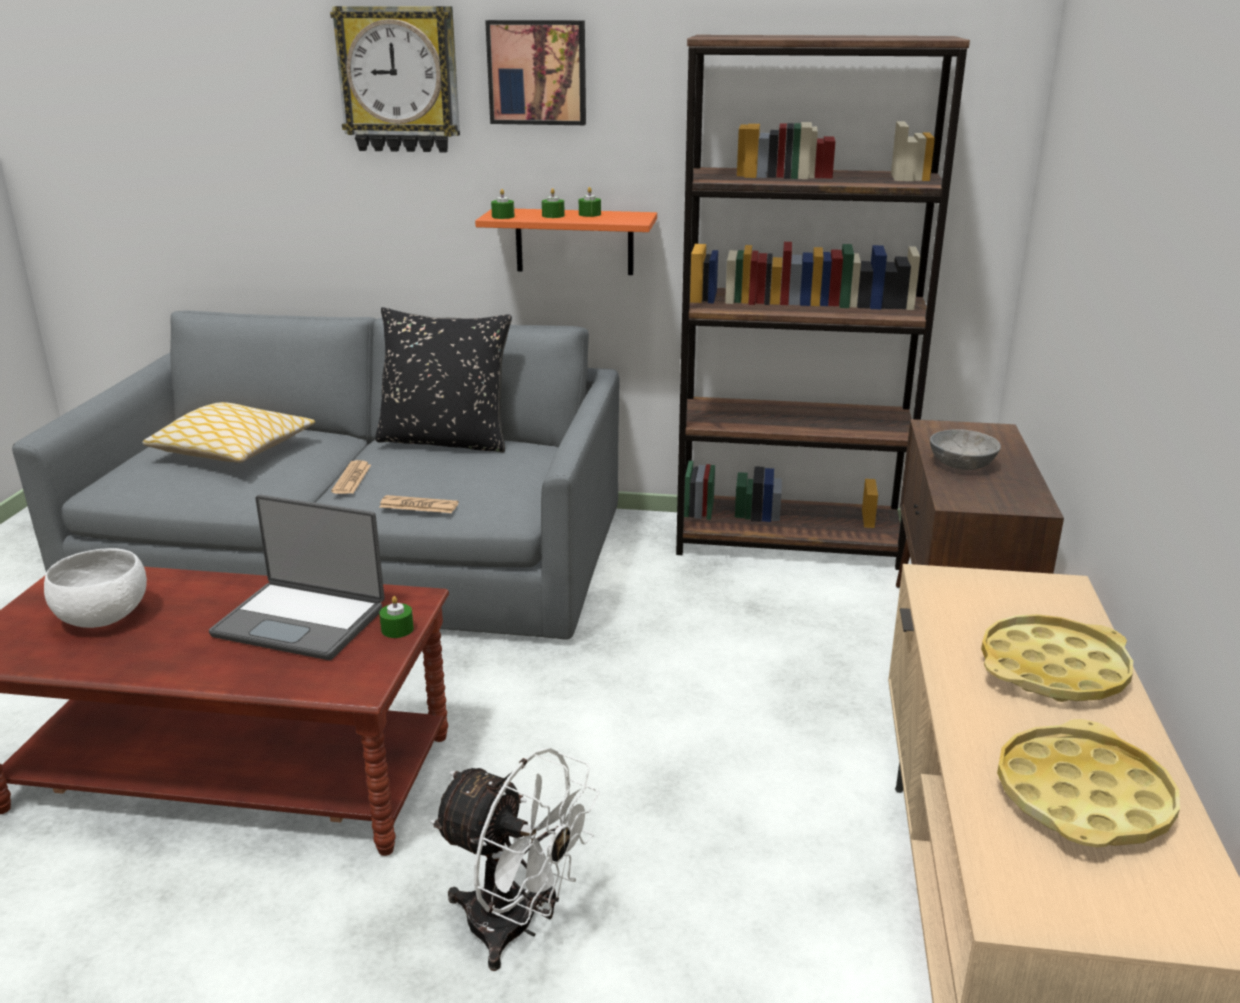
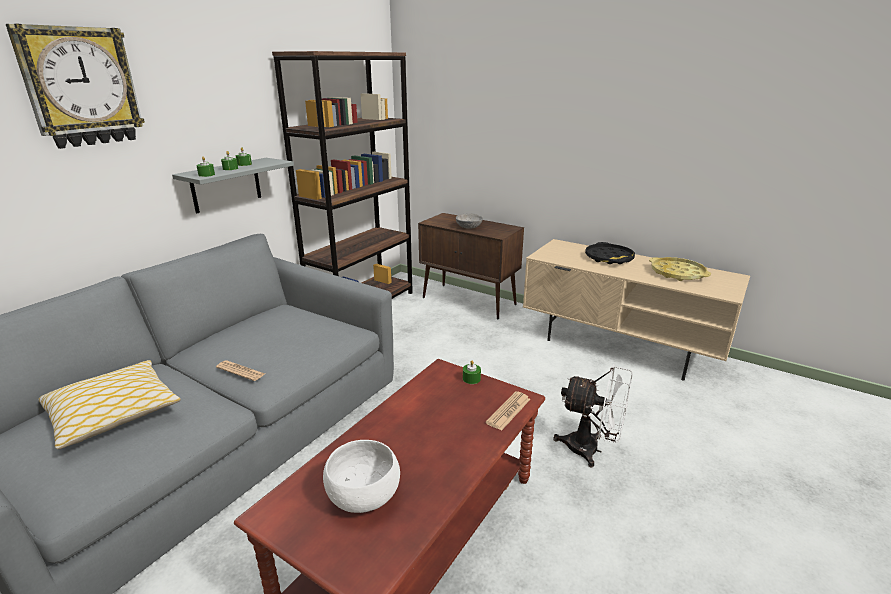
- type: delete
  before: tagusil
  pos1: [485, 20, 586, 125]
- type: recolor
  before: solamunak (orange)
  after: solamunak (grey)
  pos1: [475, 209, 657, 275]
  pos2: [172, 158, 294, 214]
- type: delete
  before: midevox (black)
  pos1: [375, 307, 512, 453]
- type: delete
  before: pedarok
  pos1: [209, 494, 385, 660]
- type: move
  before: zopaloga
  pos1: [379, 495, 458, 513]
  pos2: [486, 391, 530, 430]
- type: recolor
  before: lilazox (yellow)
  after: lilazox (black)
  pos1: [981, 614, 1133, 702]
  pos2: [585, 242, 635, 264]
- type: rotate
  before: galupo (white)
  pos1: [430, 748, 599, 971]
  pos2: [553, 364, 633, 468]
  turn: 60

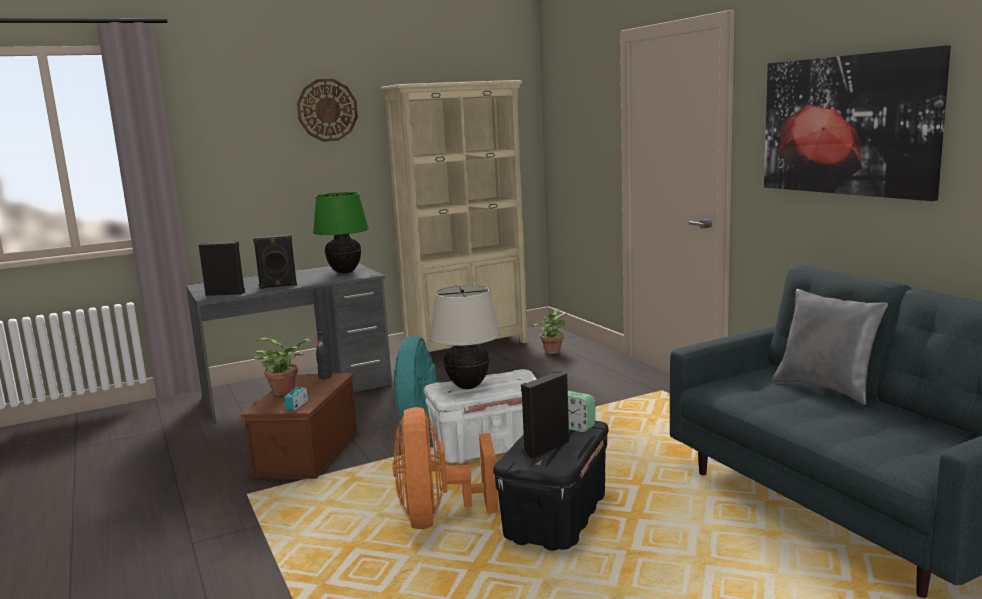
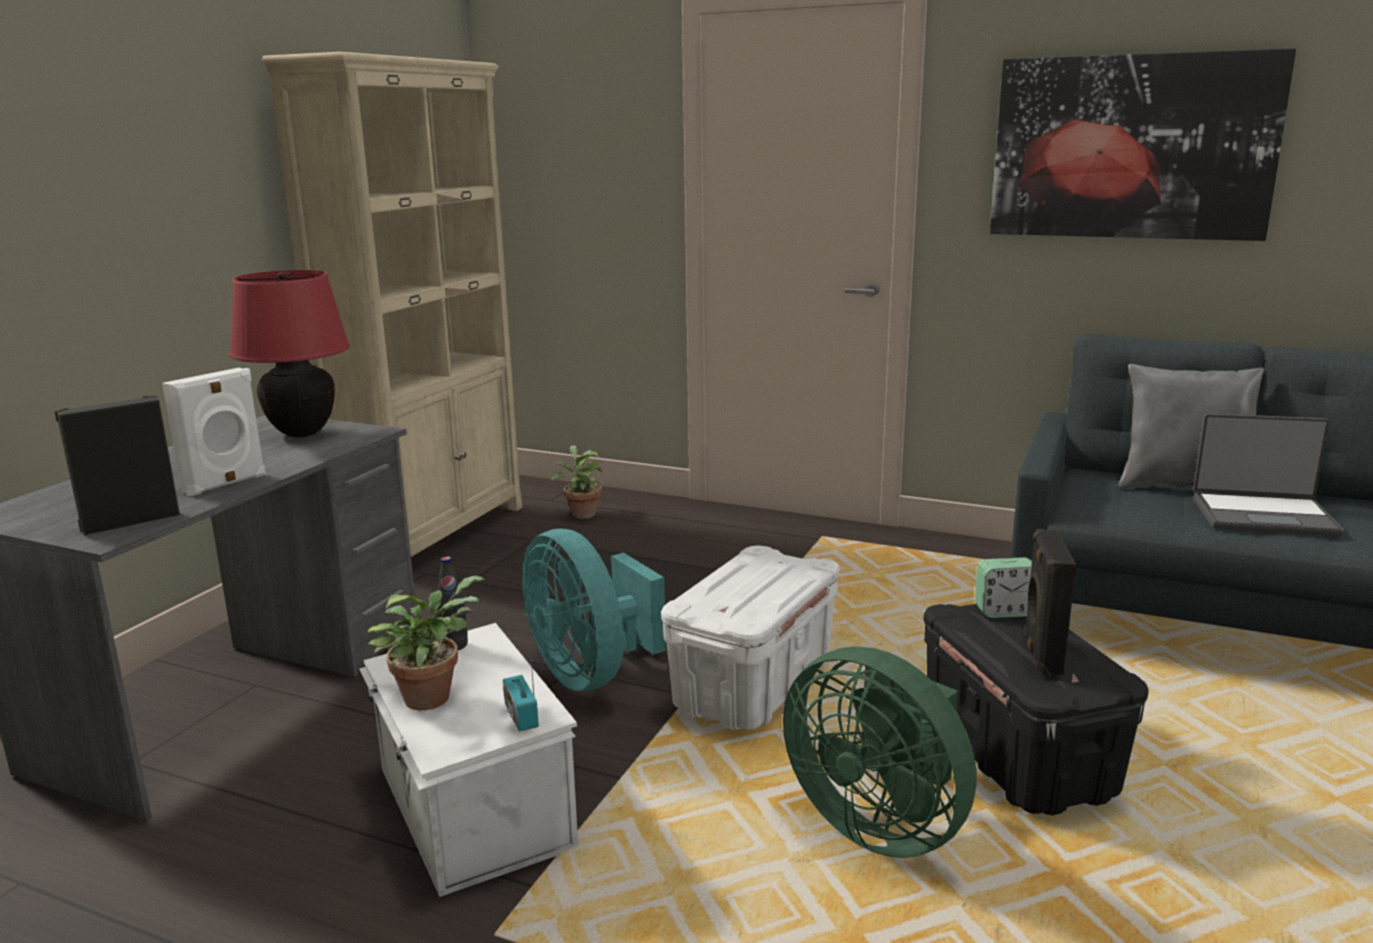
- type: delete
  before: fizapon
  pos1: [297, 79, 358, 142]
- type: recolor
  before: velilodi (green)
  after: velilodi (red)
  pos1: [313, 192, 369, 273]
  pos2: [229, 270, 350, 437]
- type: recolor
  before: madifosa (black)
  after: madifosa (white)
  pos1: [253, 235, 297, 289]
  pos2: [162, 368, 266, 496]
- type: delete
  before: velilodi (beige)
  pos1: [430, 285, 500, 389]
- type: recolor
  before: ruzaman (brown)
  after: ruzaman (white)
  pos1: [238, 373, 358, 480]
  pos2: [359, 623, 578, 897]
- type: recolor
  before: galupo (orange)
  after: galupo (green)
  pos1: [393, 407, 499, 529]
  pos2: [783, 646, 976, 858]
- type: insert
  after: pedarok
  pos2: [1193, 413, 1344, 536]

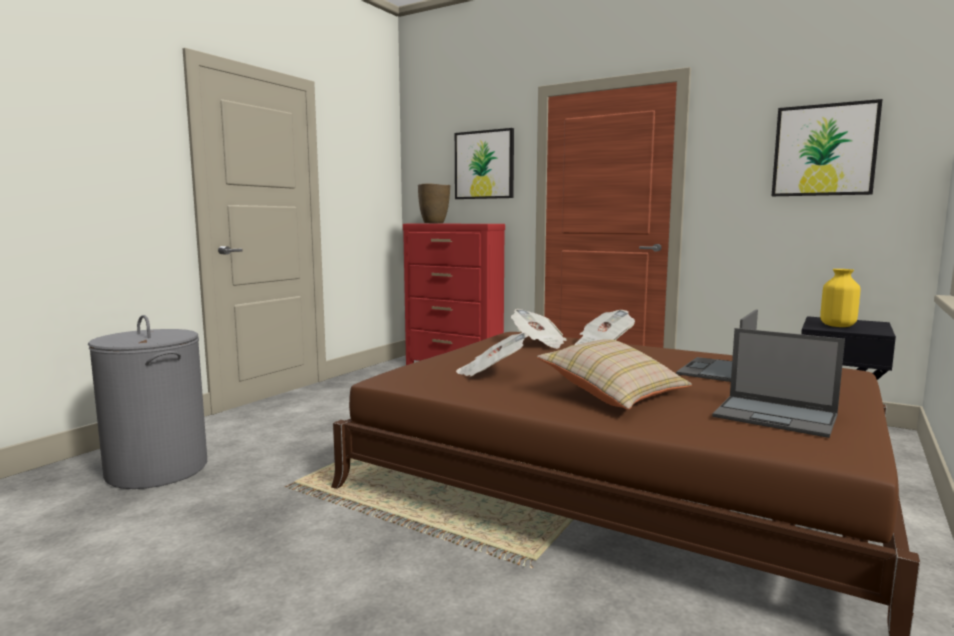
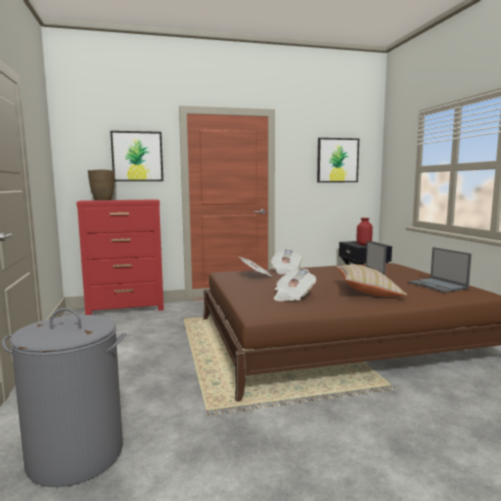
- type: recolor
  before: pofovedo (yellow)
  after: pofovedo (red)
  pos1: [820, 269, 861, 327]
  pos2: [356, 218, 373, 245]
- type: rotate
  before: pedarok
  pos1: [712, 328, 845, 438]
  pos2: [408, 247, 472, 293]
  turn: 75

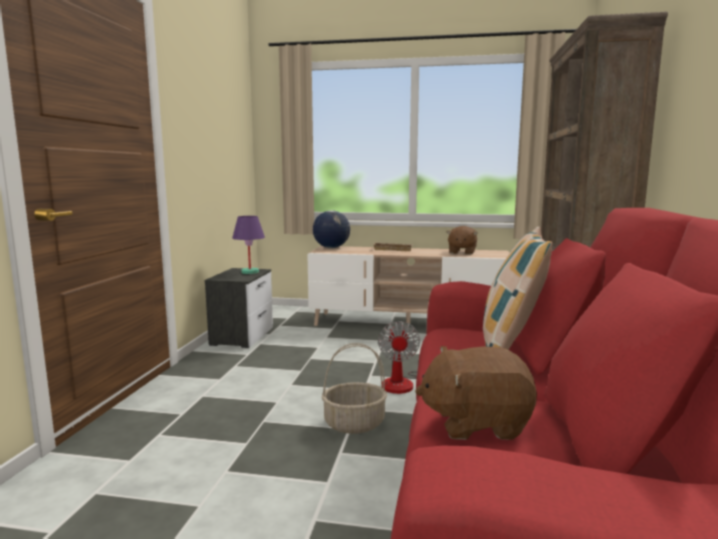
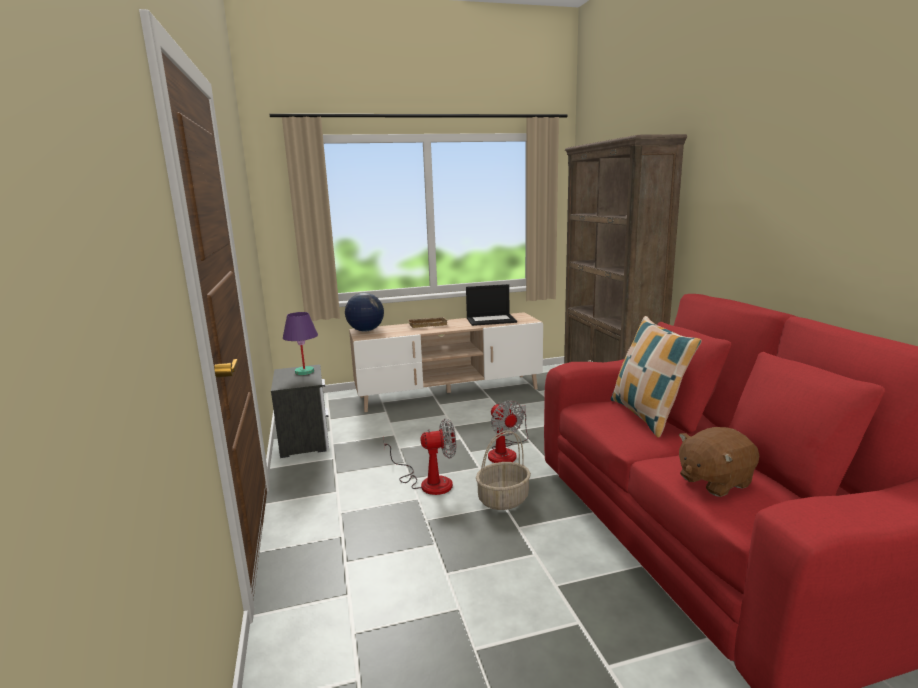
- type: replace
  before: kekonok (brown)
  after: pedarok
  pos1: [447, 226, 478, 255]
  pos2: [466, 284, 517, 326]
- type: insert
  after: galupo
  pos2: [383, 418, 456, 495]

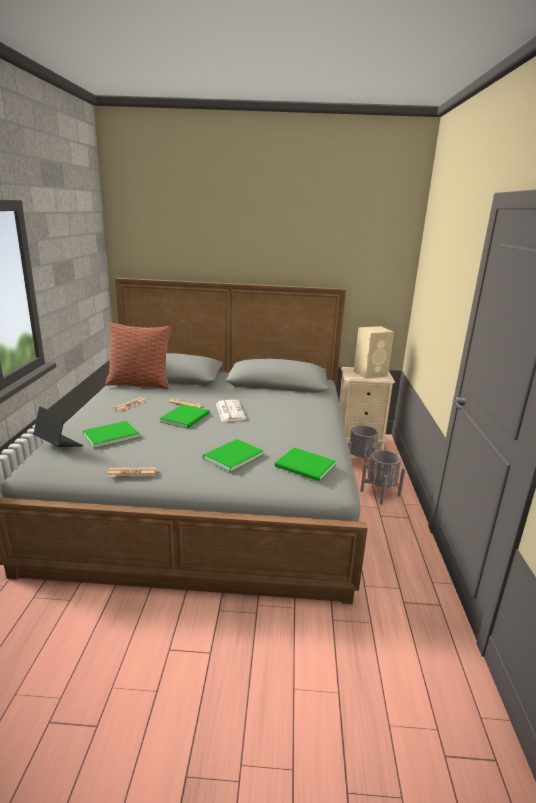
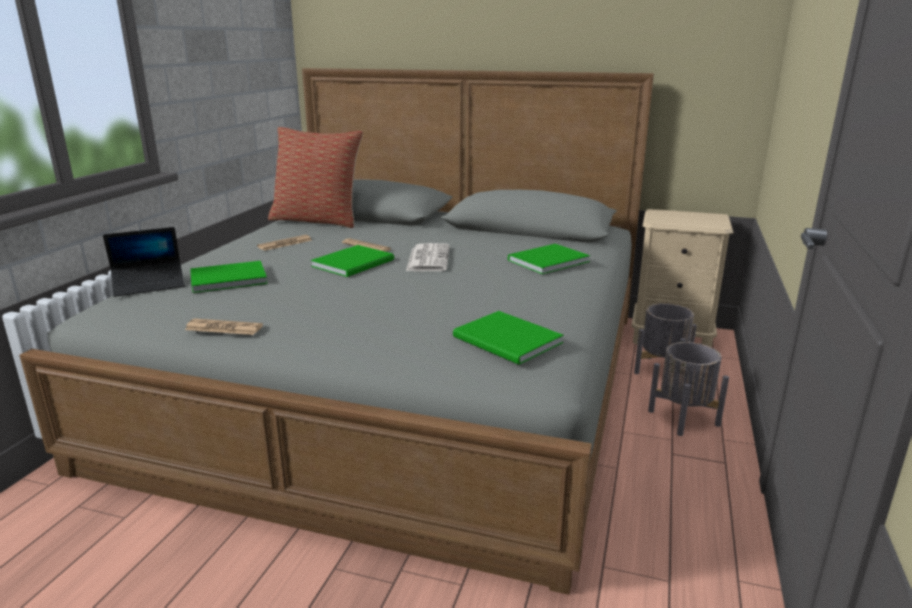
- type: delete
  before: madifosa (beige)
  pos1: [354, 326, 394, 379]
- type: rotate
  before: pedarok
  pos1: [33, 406, 83, 447]
  pos2: [103, 227, 185, 297]
  turn: 105
- type: move
  before: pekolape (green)
  pos1: [203, 439, 264, 472]
  pos2: [508, 244, 590, 274]

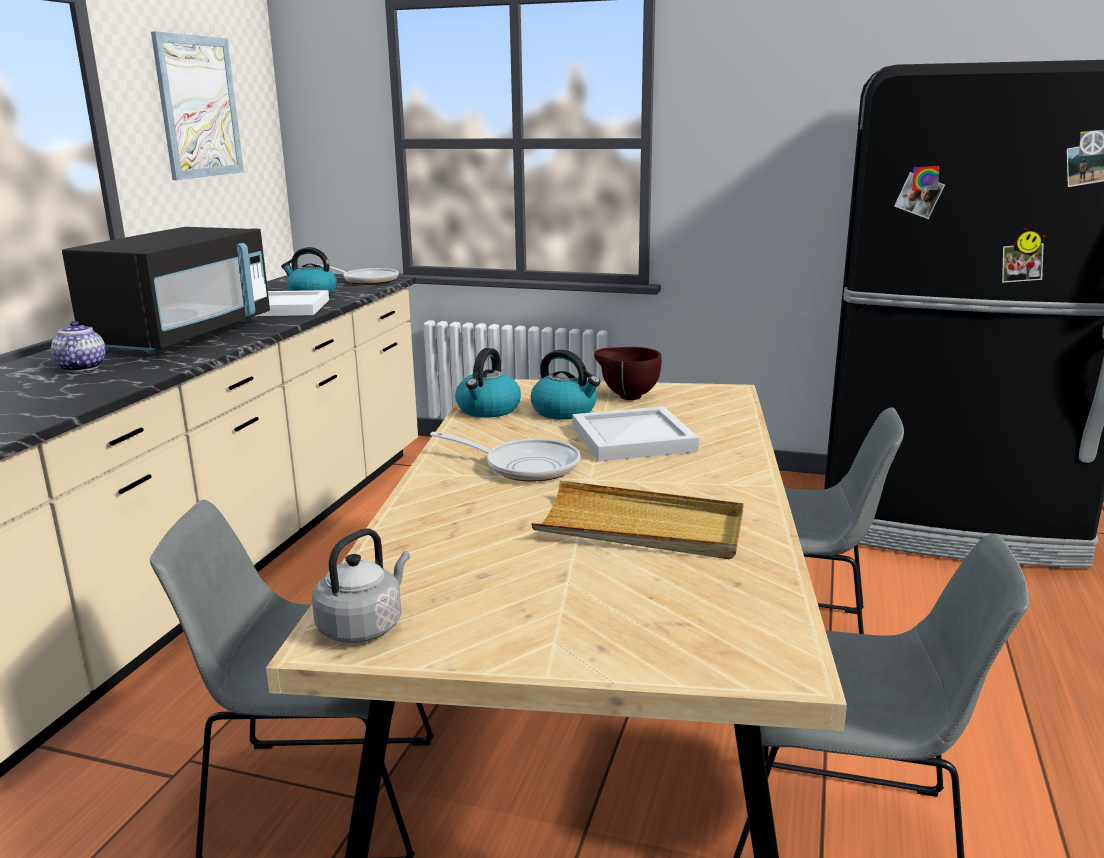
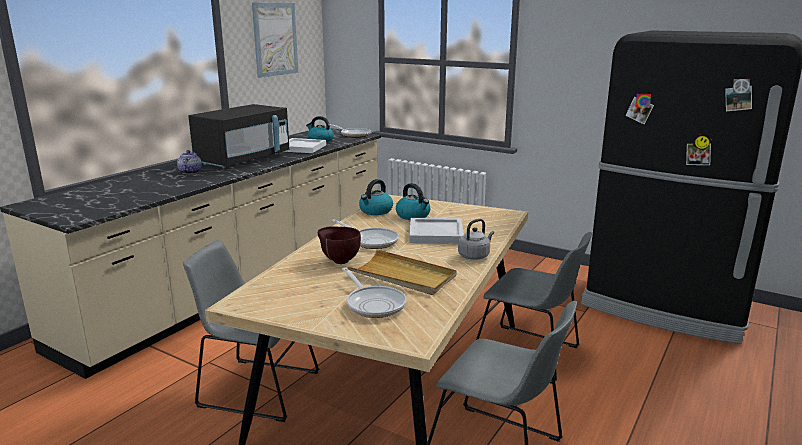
- type: move
  before: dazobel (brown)
  pos1: [594, 347, 662, 400]
  pos2: [318, 226, 361, 264]
- type: move
  before: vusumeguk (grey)
  pos1: [312, 529, 410, 643]
  pos2: [458, 219, 494, 260]
- type: insert
  after: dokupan
  pos2: [342, 267, 406, 318]

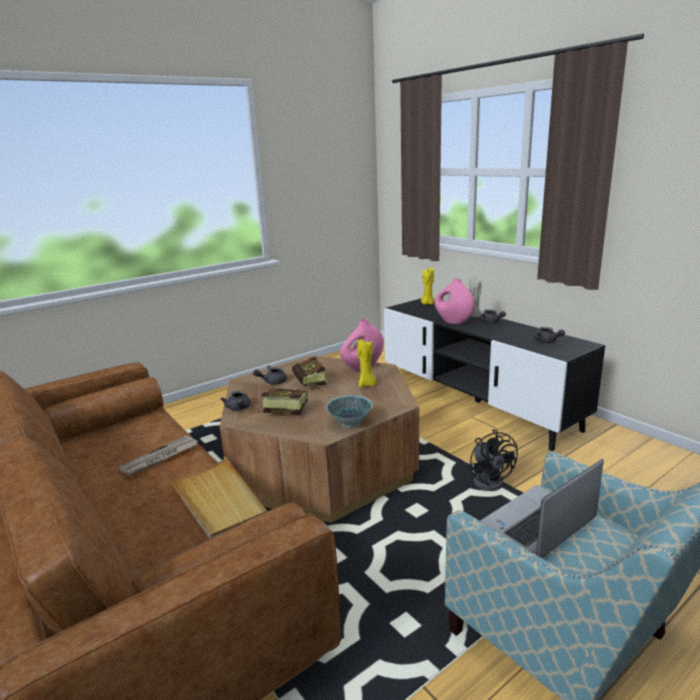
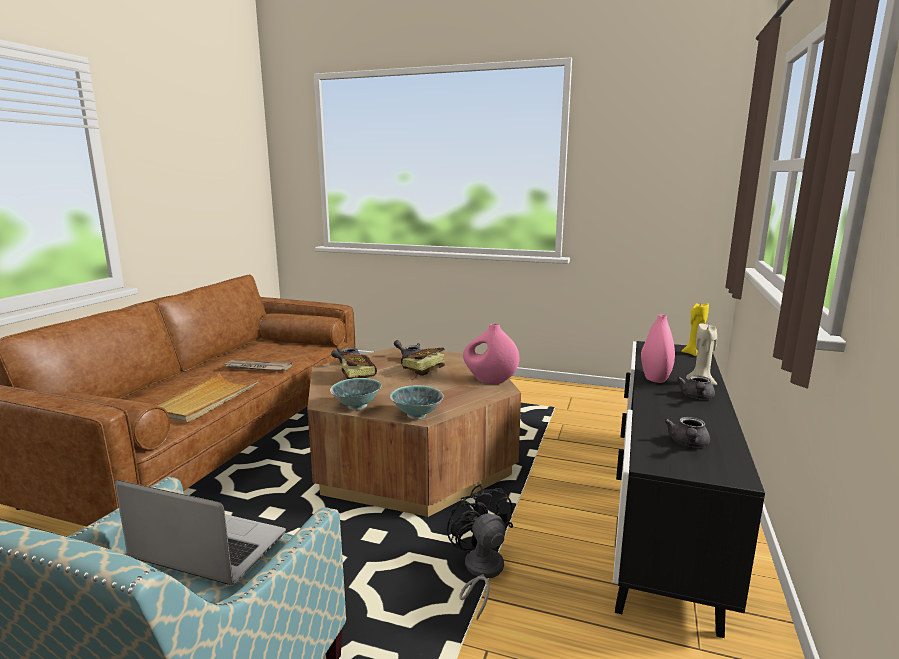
- type: delete
  before: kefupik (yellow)
  pos1: [357, 339, 377, 388]
- type: rotate
  before: galupo (black)
  pos1: [469, 429, 518, 491]
  pos2: [447, 484, 513, 620]
  turn: 120
- type: insert
  after: dazobel
  pos2: [390, 385, 444, 419]

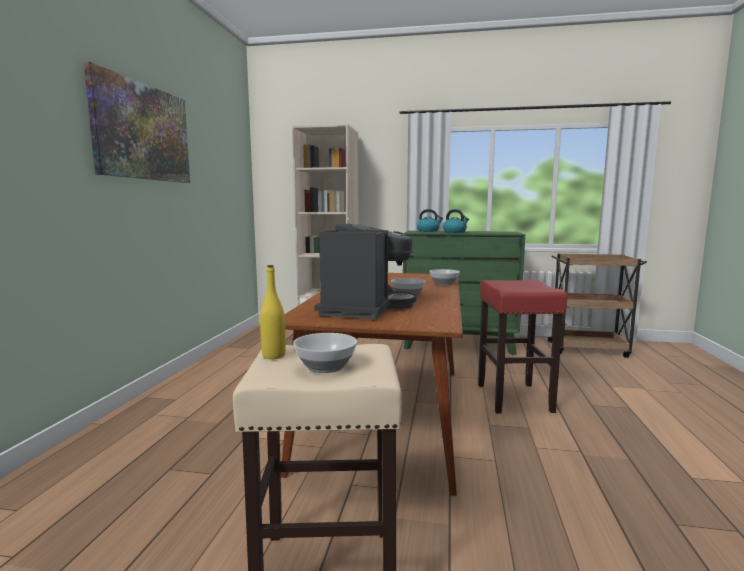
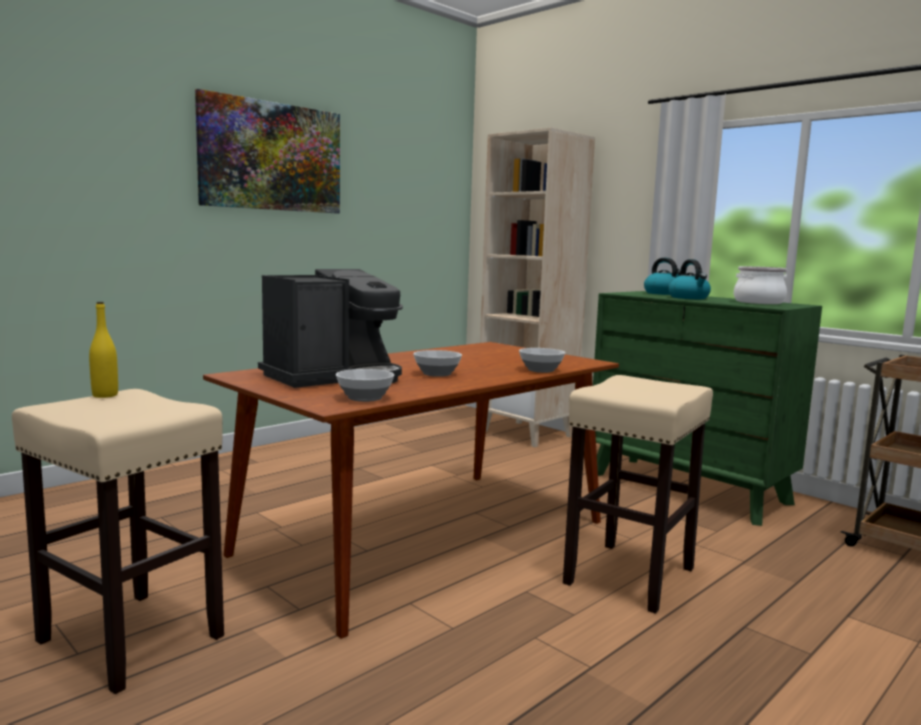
- type: recolor
  before: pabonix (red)
  after: pabonix (beige)
  pos1: [478, 280, 568, 413]
  pos2: [563, 375, 713, 614]
- type: move
  before: dazobel
  pos1: [293, 333, 357, 373]
  pos2: [336, 369, 394, 402]
- type: insert
  after: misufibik
  pos2: [734, 266, 787, 304]

